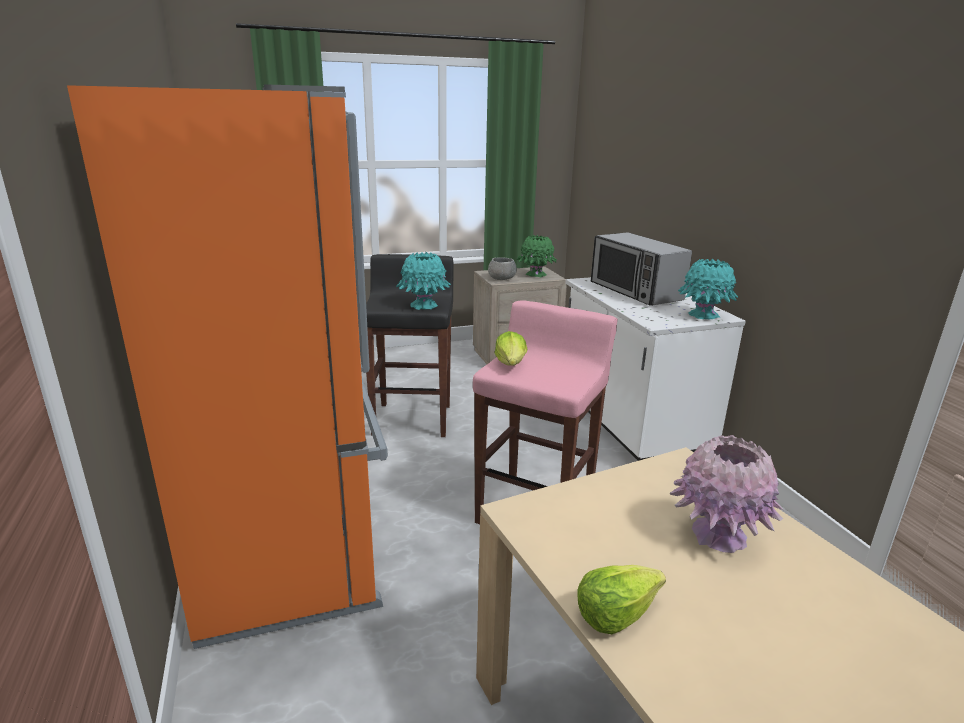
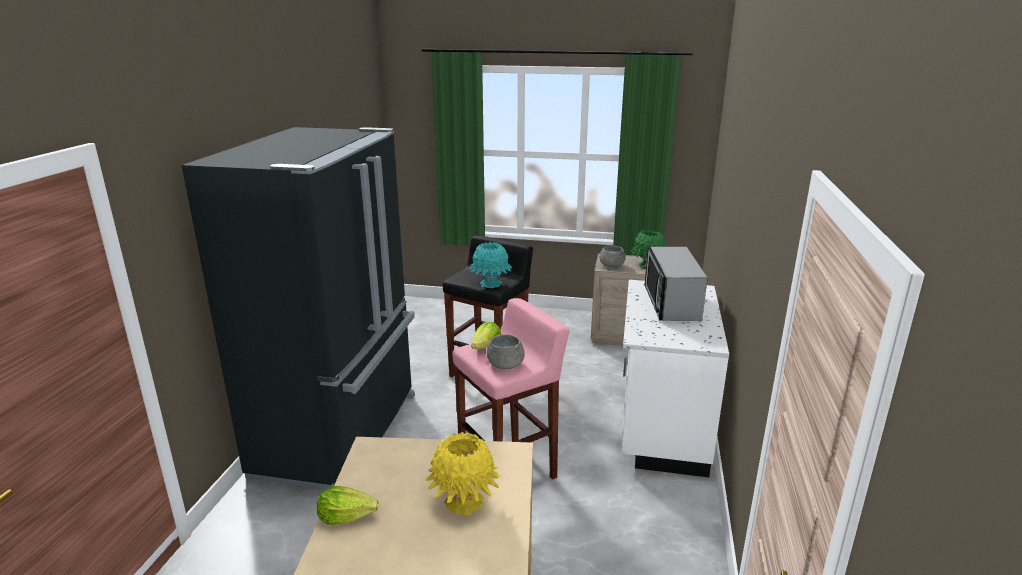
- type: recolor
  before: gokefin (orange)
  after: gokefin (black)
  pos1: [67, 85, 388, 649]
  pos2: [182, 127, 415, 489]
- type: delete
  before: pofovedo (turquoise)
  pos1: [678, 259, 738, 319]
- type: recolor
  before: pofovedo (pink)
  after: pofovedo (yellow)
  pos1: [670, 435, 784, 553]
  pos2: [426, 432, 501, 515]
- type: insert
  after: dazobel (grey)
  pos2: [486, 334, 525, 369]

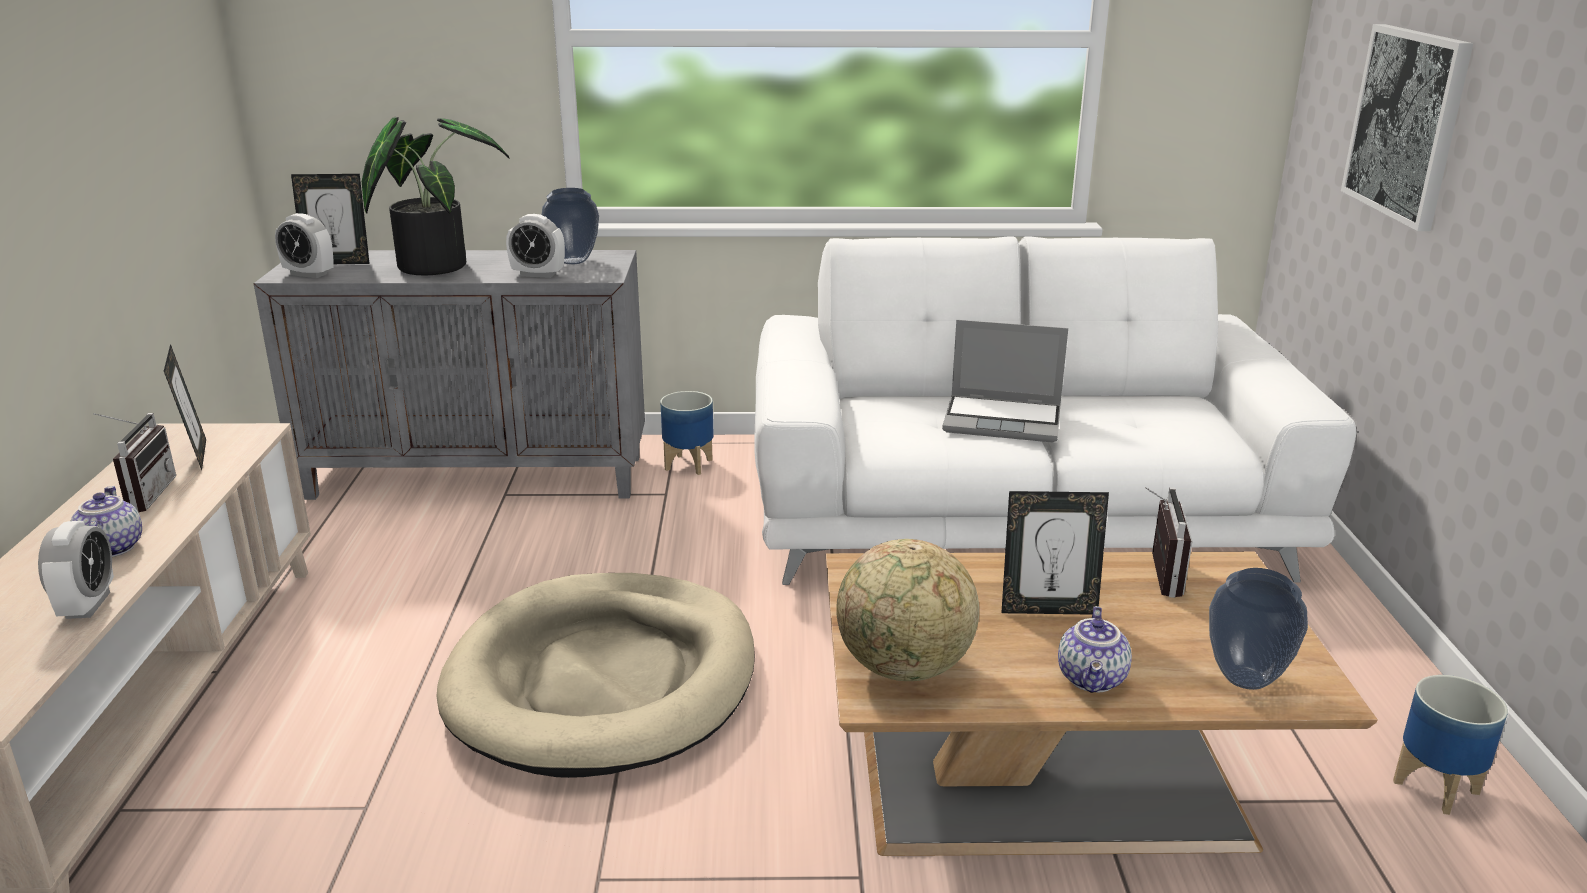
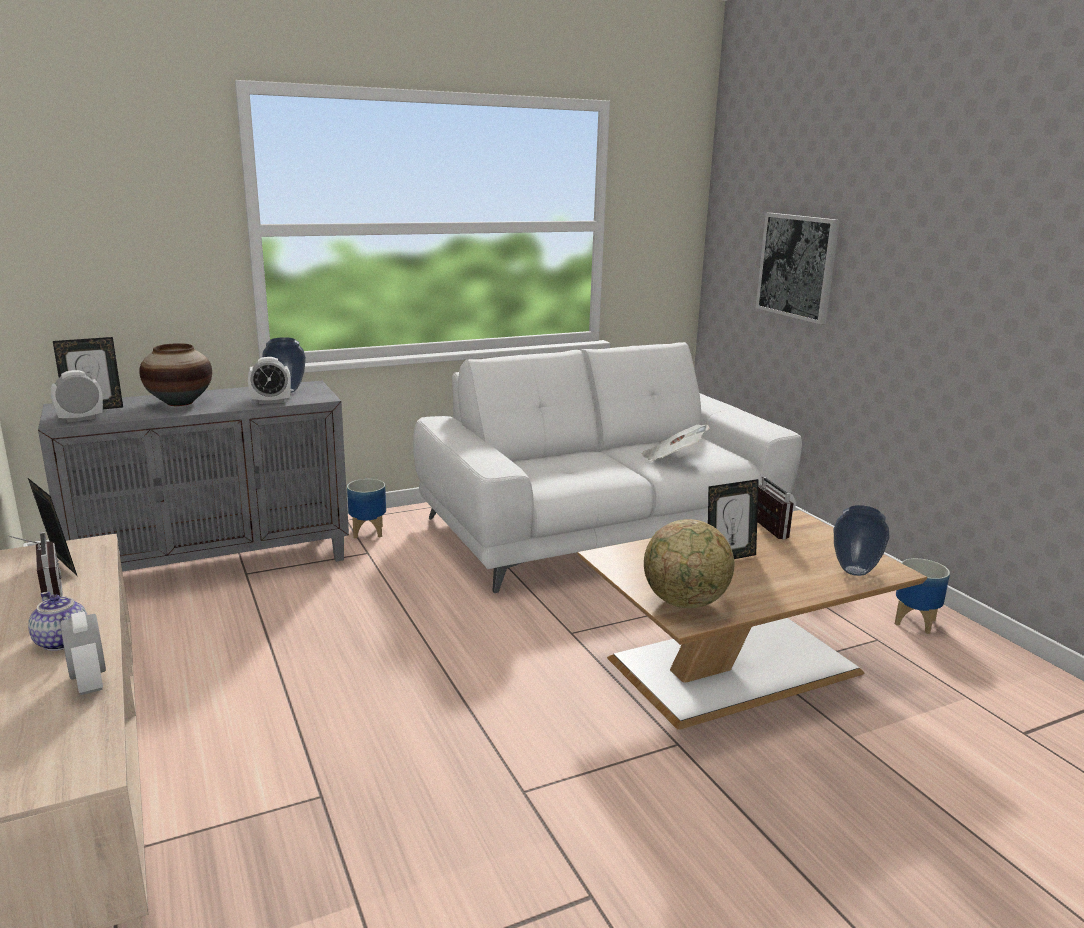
- type: replace
  before: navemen
  after: pofovedo
  pos1: [362, 117, 509, 275]
  pos2: [139, 343, 212, 406]
- type: rotate
  before: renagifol
  pos1: [275, 213, 333, 278]
  pos2: [51, 370, 103, 423]
  turn: 150
- type: delete
  before: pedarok
  pos1: [942, 320, 1068, 443]
- type: delete
  before: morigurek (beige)
  pos1: [436, 573, 755, 778]
- type: delete
  before: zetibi
  pos1: [1058, 606, 1132, 693]
- type: insert
  after: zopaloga
  pos2: [642, 424, 709, 461]

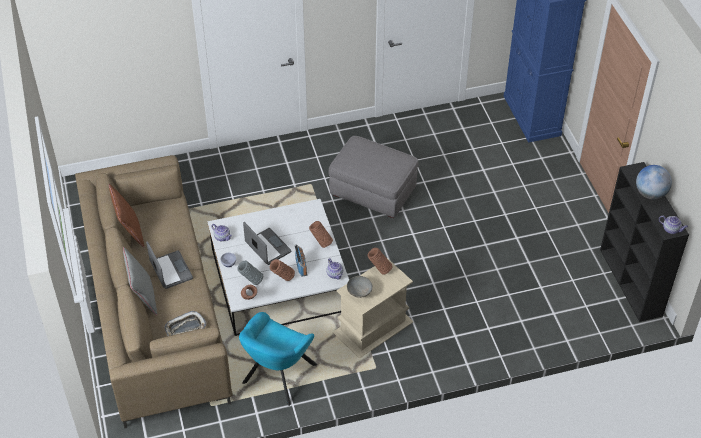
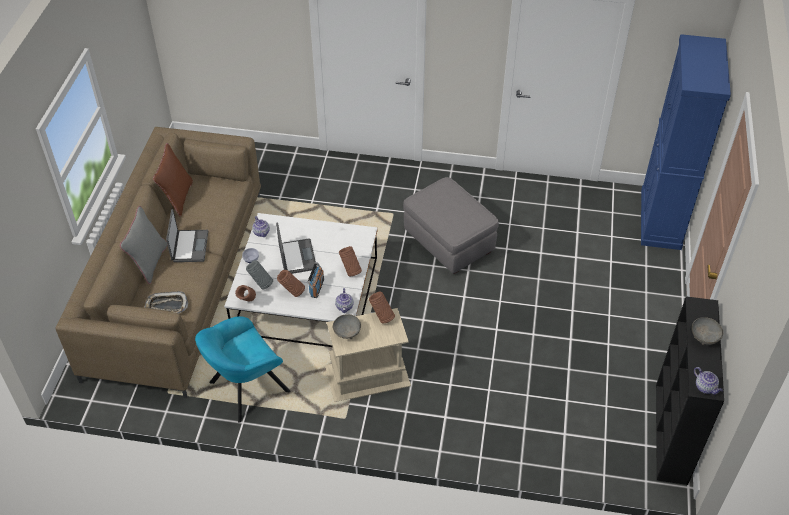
- type: replace
  before: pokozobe
  after: dazobel (grey)
  pos1: [636, 165, 672, 200]
  pos2: [692, 317, 723, 345]

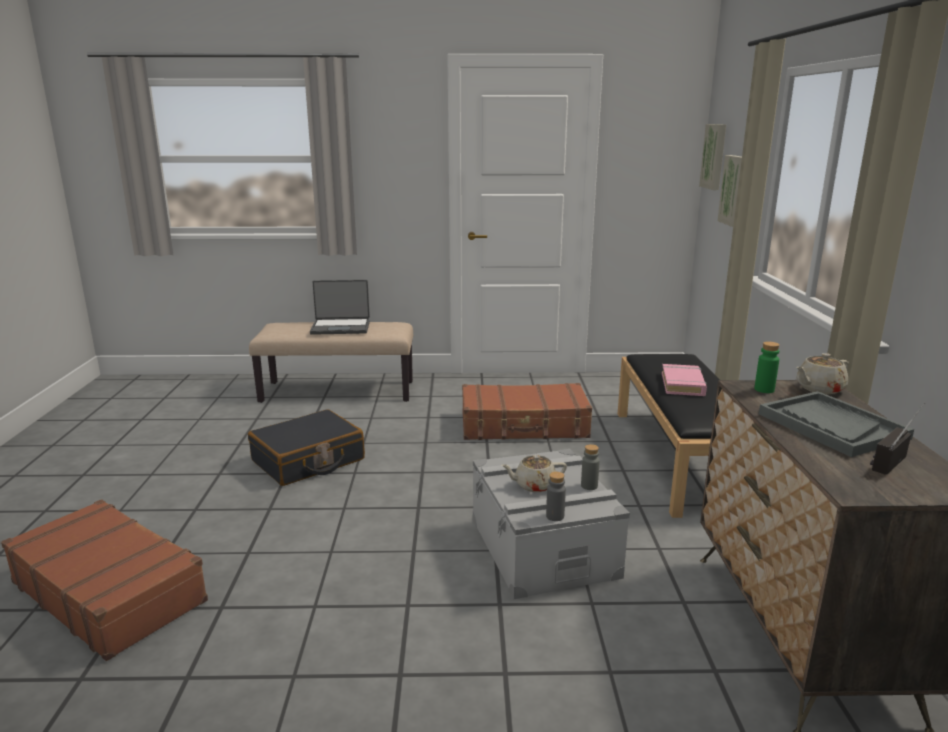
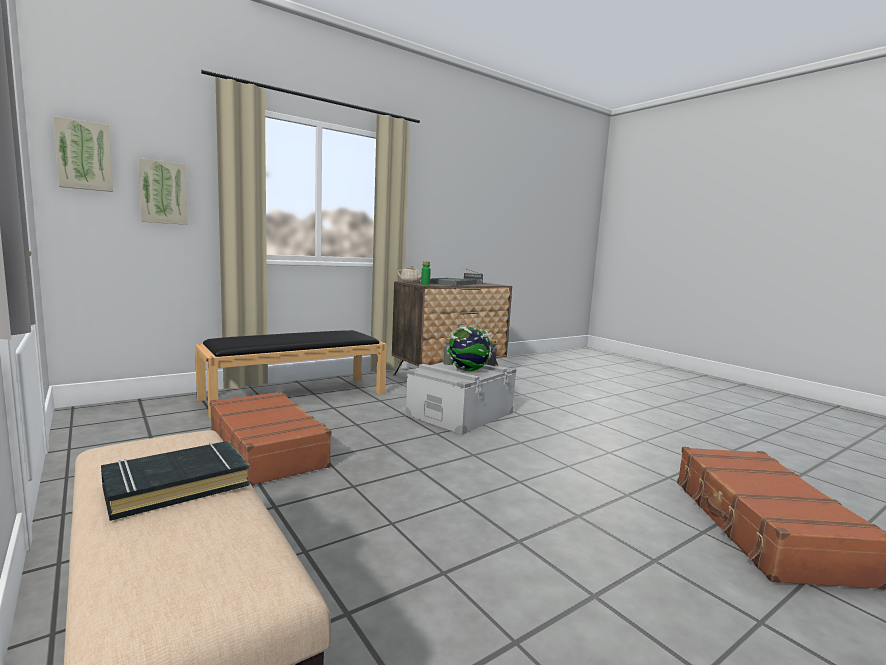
- type: replace
  before: pedarok
  after: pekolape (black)
  pos1: [310, 280, 370, 335]
  pos2: [101, 441, 250, 521]
- type: delete
  before: pekolape (pink)
  pos1: [662, 364, 707, 396]
- type: delete
  before: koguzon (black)
  pos1: [248, 409, 365, 486]
- type: replace
  before: zetibi (beige)
  after: pokozobe
  pos1: [501, 455, 567, 492]
  pos2: [447, 323, 494, 371]

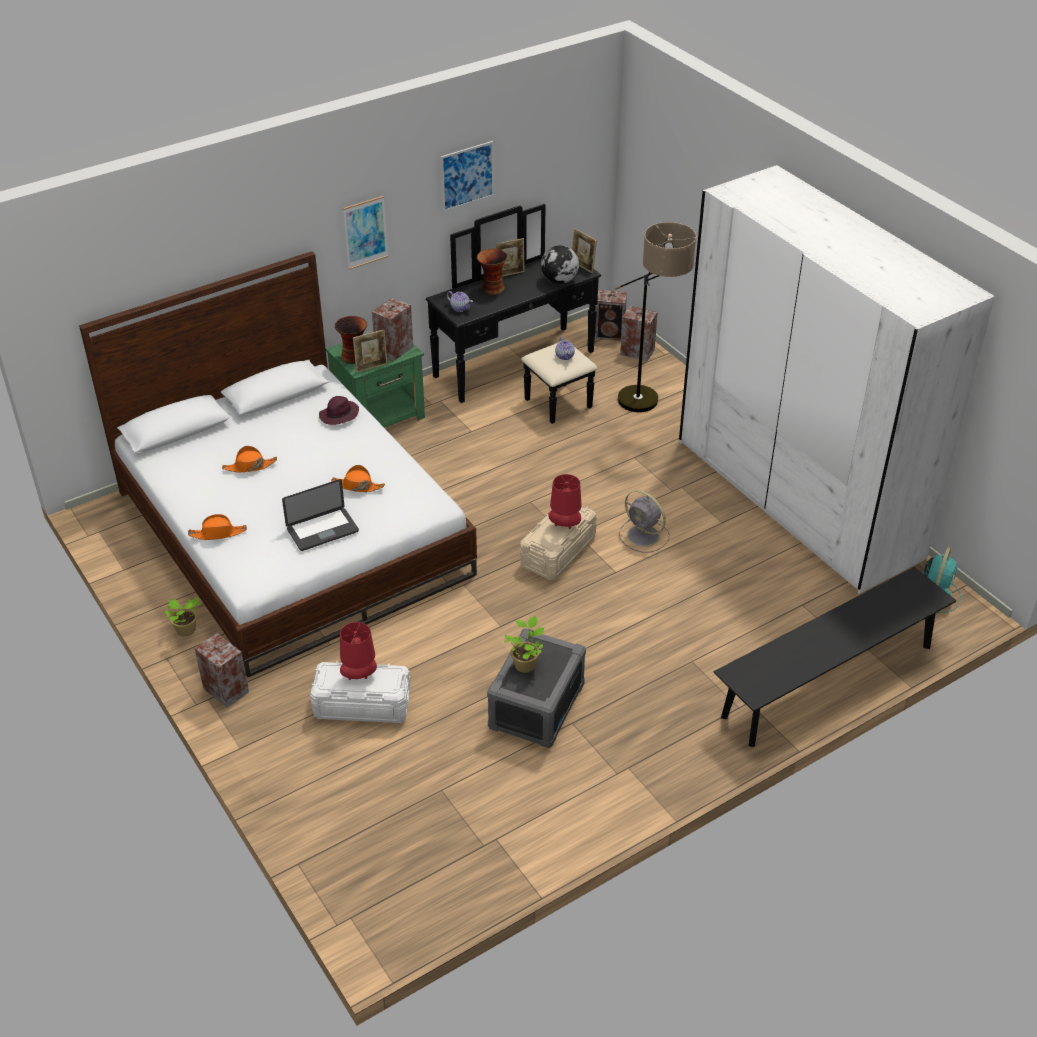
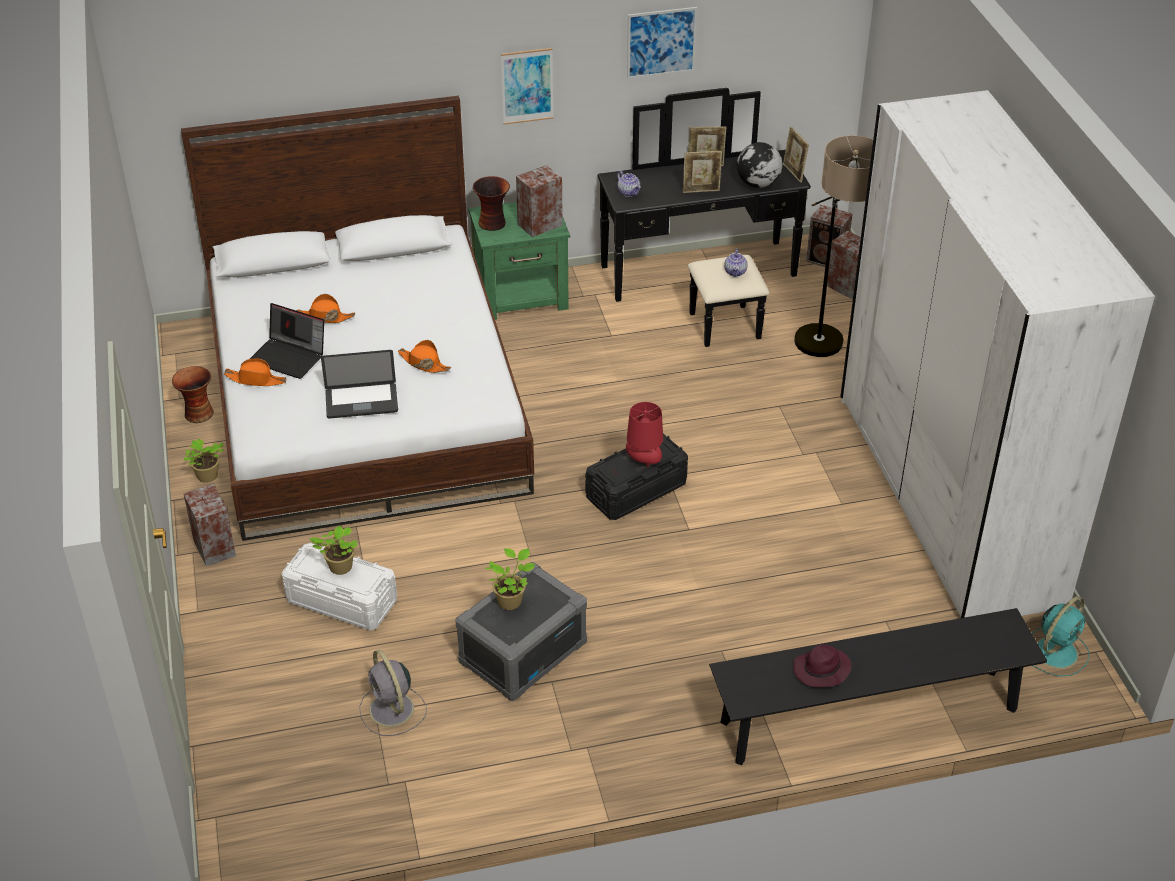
- type: move
  before: pofovedo
  pos1: [477, 248, 508, 295]
  pos2: [172, 366, 214, 423]
- type: move
  before: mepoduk
  pos1: [353, 330, 388, 372]
  pos2: [683, 151, 722, 193]
- type: move
  before: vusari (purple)
  pos1: [319, 396, 359, 425]
  pos2: [793, 644, 852, 688]
- type: move
  before: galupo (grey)
  pos1: [619, 490, 669, 553]
  pos2: [359, 649, 427, 736]
- type: recolor
  before: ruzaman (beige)
  after: ruzaman (black)
  pos1: [520, 505, 597, 580]
  pos2: [586, 434, 688, 520]
- type: replace
  before: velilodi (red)
  after: navemen
  pos1: [340, 622, 377, 680]
  pos2: [309, 525, 358, 575]
- type: insert
  after: pedarok
  pos2: [250, 303, 324, 379]

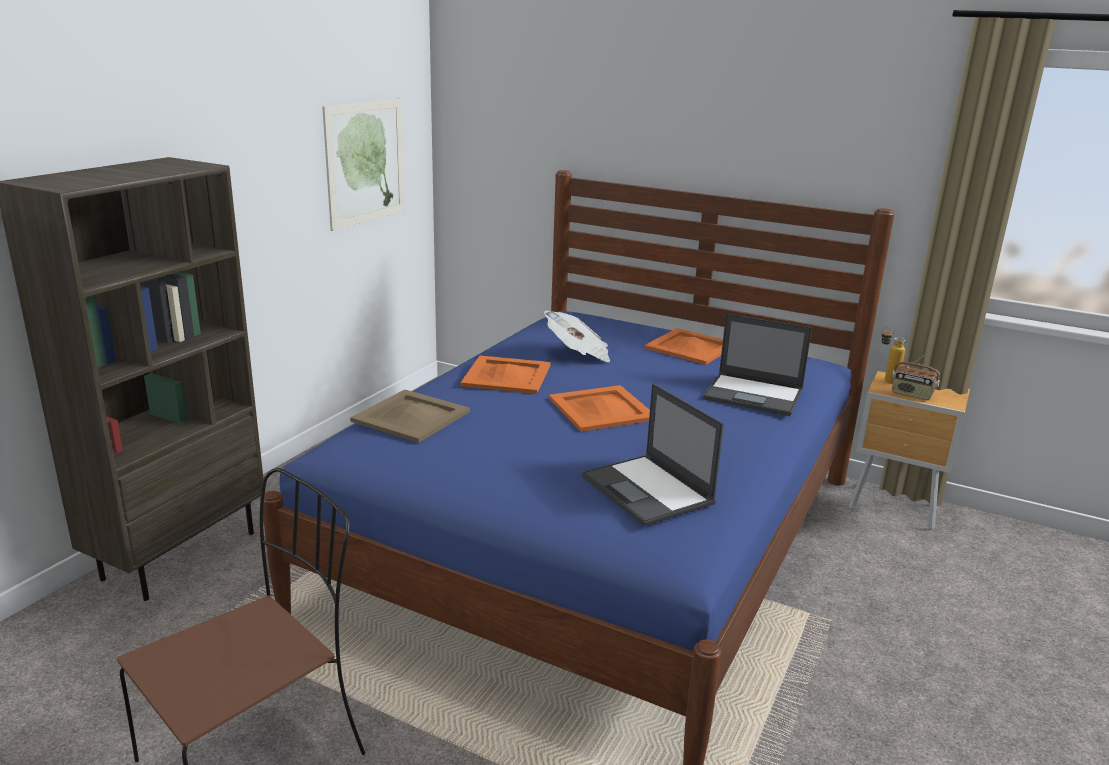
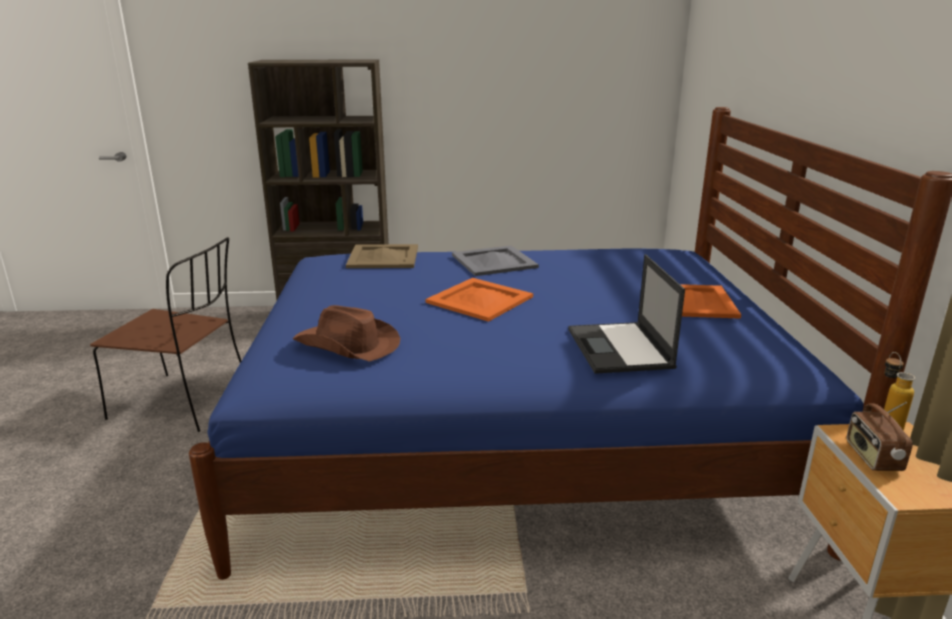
- type: delete
  before: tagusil
  pos1: [322, 99, 405, 231]
- type: delete
  before: zopaloga
  pos1: [544, 310, 610, 362]
- type: recolor
  before: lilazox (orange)
  after: lilazox (grey)
  pos1: [460, 356, 551, 394]
  pos2: [452, 245, 539, 276]
- type: replace
  before: pedarok
  after: vusari (brown)
  pos1: [582, 383, 724, 526]
  pos2: [293, 305, 400, 362]

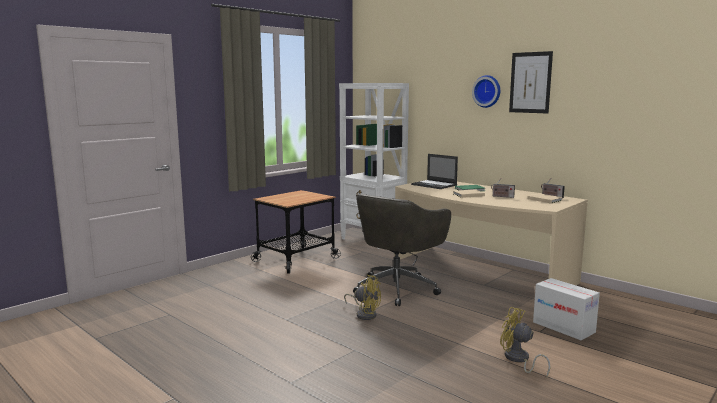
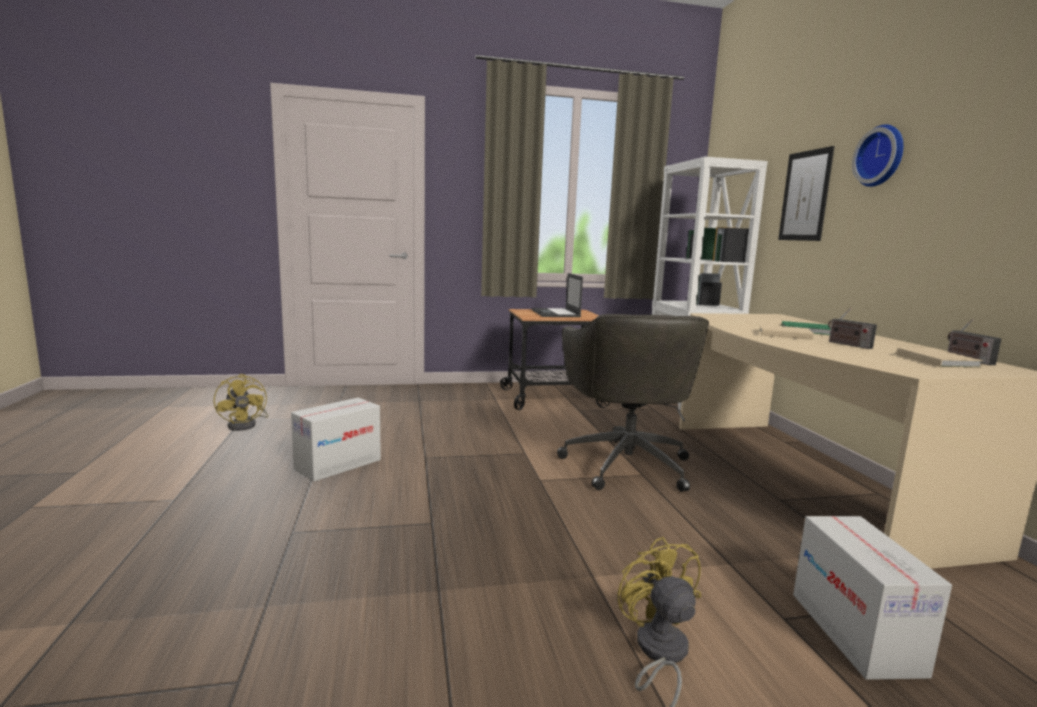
- type: move
  before: tagusil
  pos1: [509, 51, 553, 114]
  pos2: [778, 146, 835, 241]
- type: move
  before: pedarok
  pos1: [411, 154, 458, 189]
  pos2: [532, 273, 583, 317]
- type: rotate
  before: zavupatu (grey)
  pos1: [353, 194, 451, 306]
  pos2: [557, 314, 709, 492]
  turn: -75
- type: move
  before: galupo (yellow)
  pos1: [344, 275, 381, 320]
  pos2: [214, 374, 269, 431]
- type: insert
  after: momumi
  pos2: [291, 398, 381, 481]

